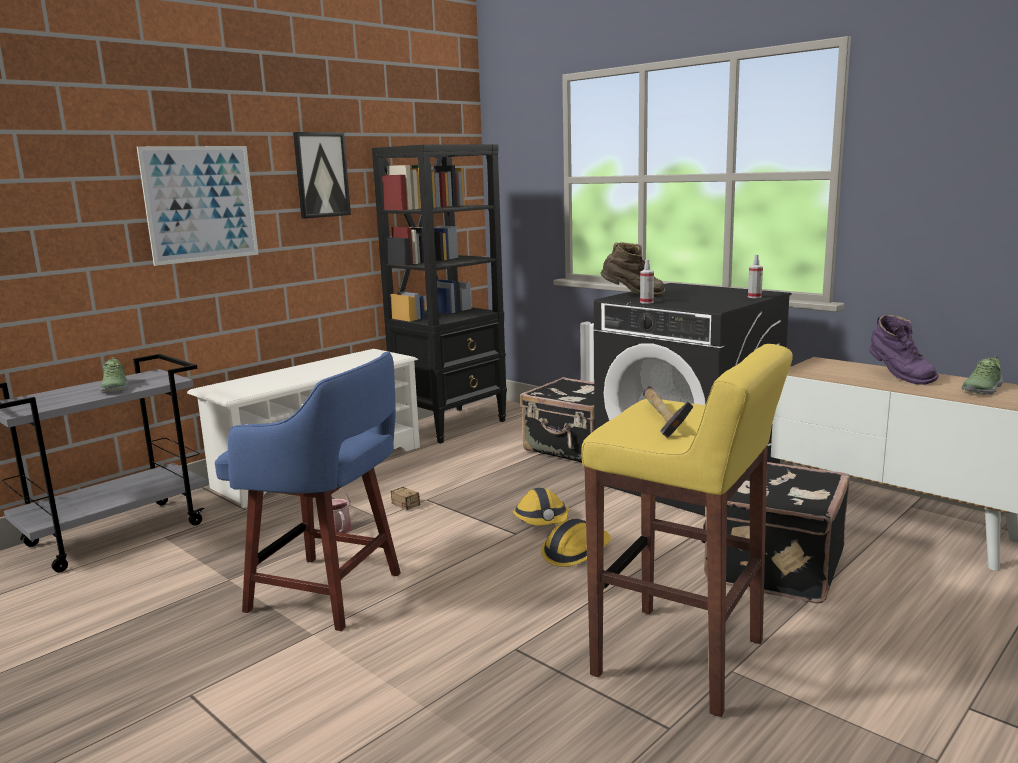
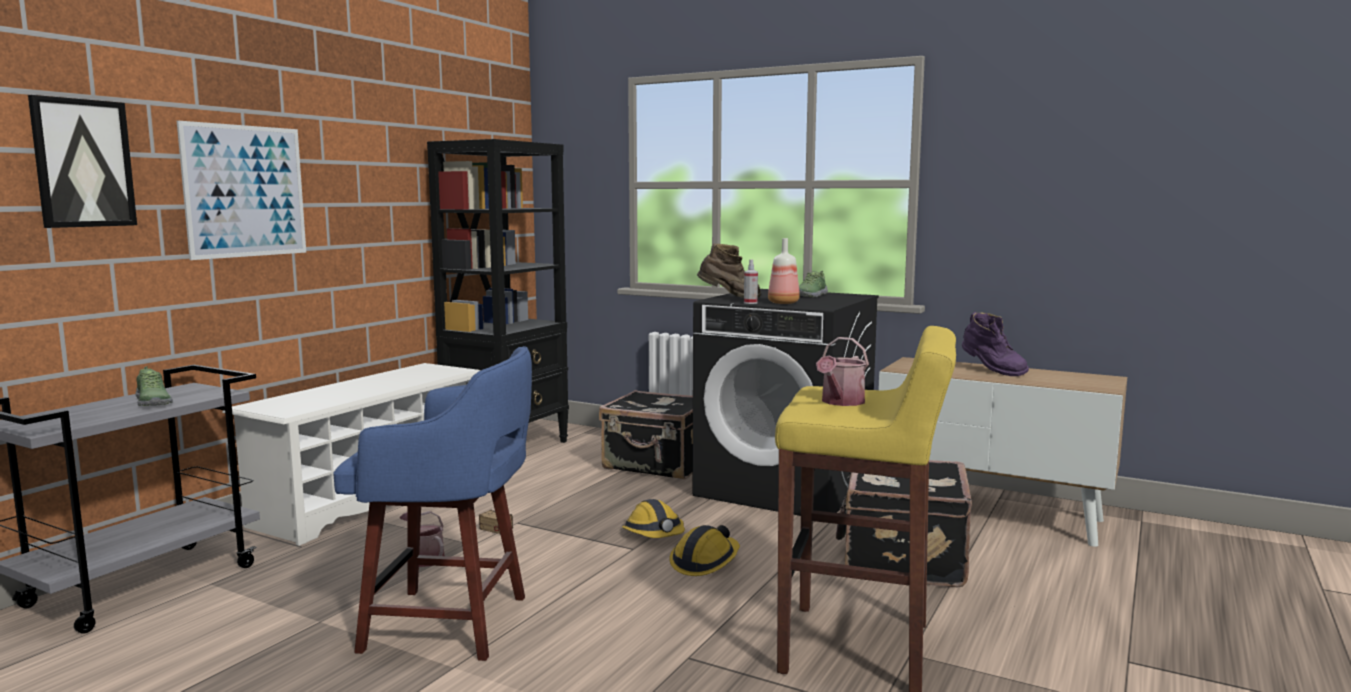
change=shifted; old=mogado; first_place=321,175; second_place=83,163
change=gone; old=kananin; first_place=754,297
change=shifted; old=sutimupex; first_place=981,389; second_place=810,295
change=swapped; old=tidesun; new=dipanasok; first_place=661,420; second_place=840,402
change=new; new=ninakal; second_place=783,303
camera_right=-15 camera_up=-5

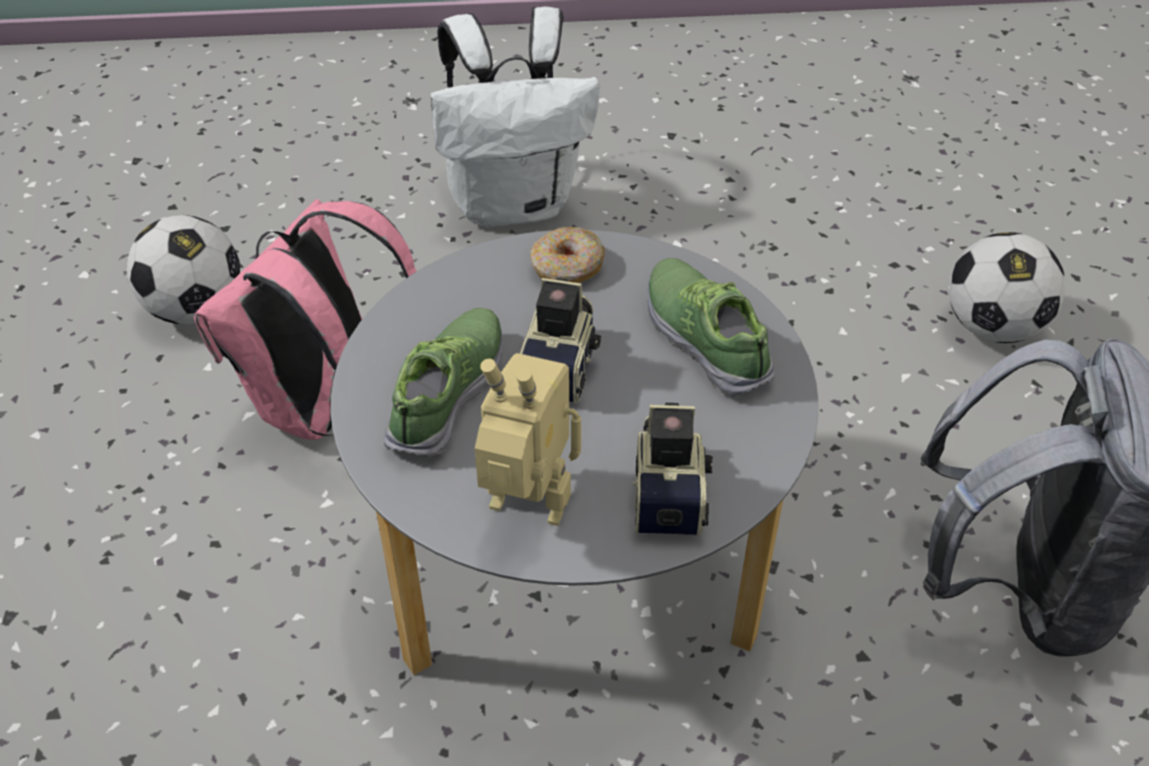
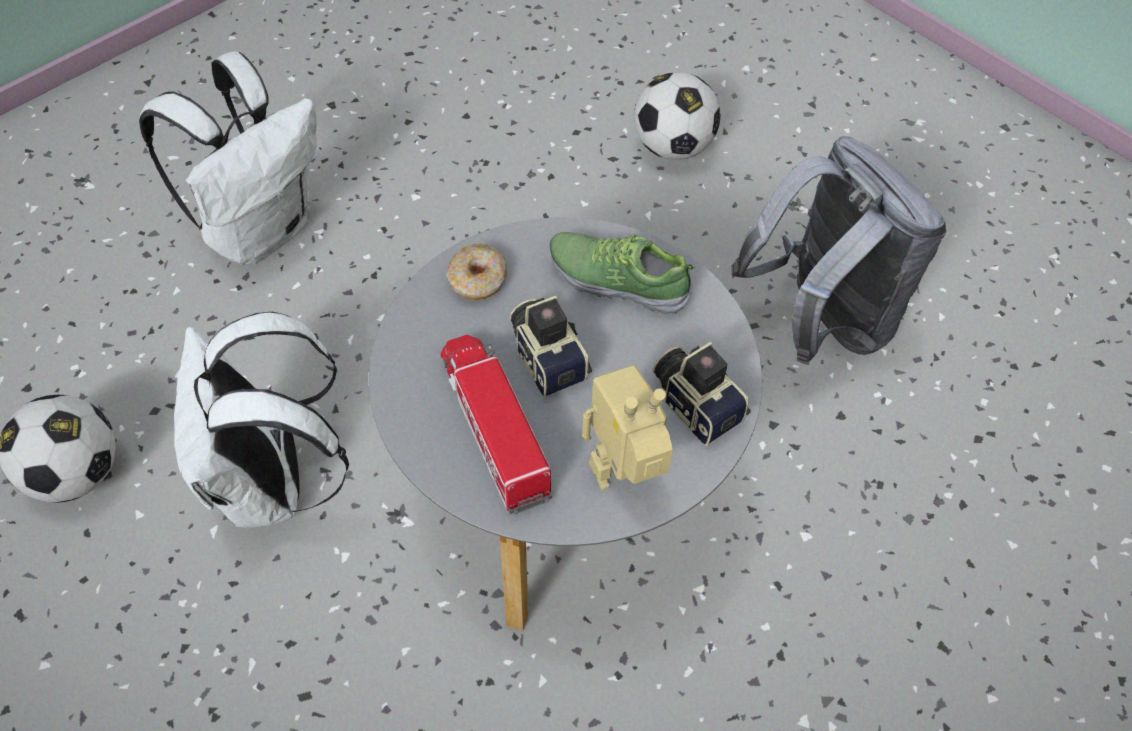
change=repainted; old=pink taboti; new=white taboti; first_place=327,407; second_place=272,484
change=swapped; old=sutimupex; new=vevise; first_place=448,394; second_place=493,428
camera_right=-40 camera_up=10

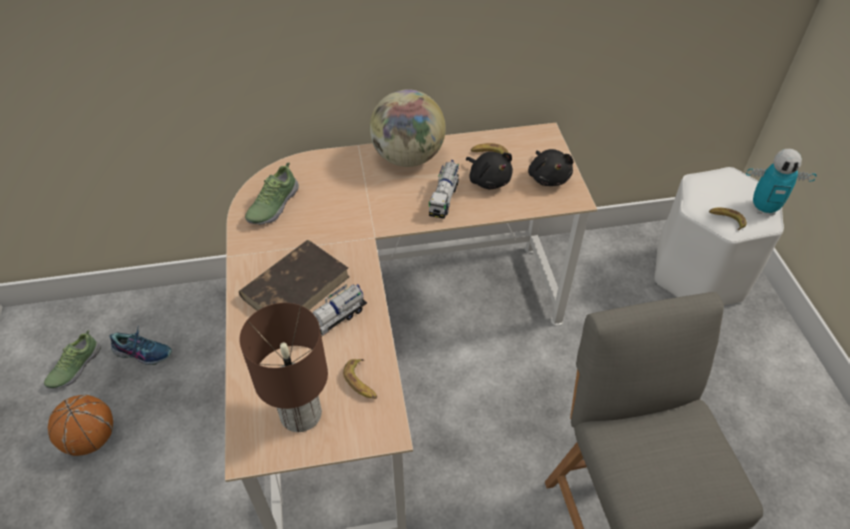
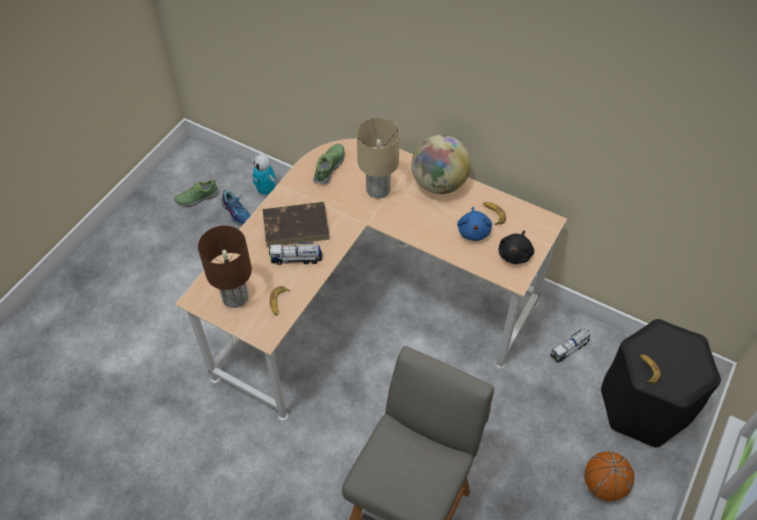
change=shifted; old=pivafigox; first_place=764,208; second_place=266,191
change=repainted; old=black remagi; new=blue remagi; first_place=488,180; second_place=474,231
change=shifted; old=vevise; first_place=444,198; second_place=569,349
change=rotated; old=sutimupex; first_place=272,205; second_place=329,167; degrees=135
change=repainted; old=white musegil; new=black musegil; first_place=699,274; second_place=644,406
change=shifted; old=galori; first_place=91,439; second_place=603,485
change=new; new=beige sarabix; second_place=378,189
camera_right=40 camera_up=5

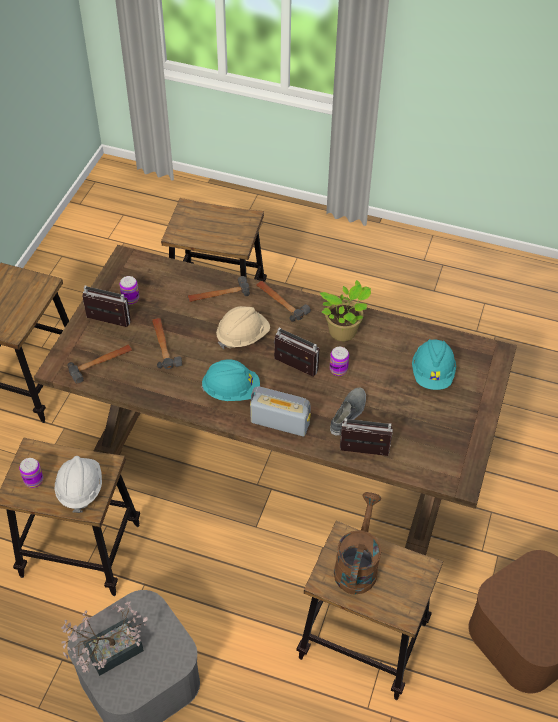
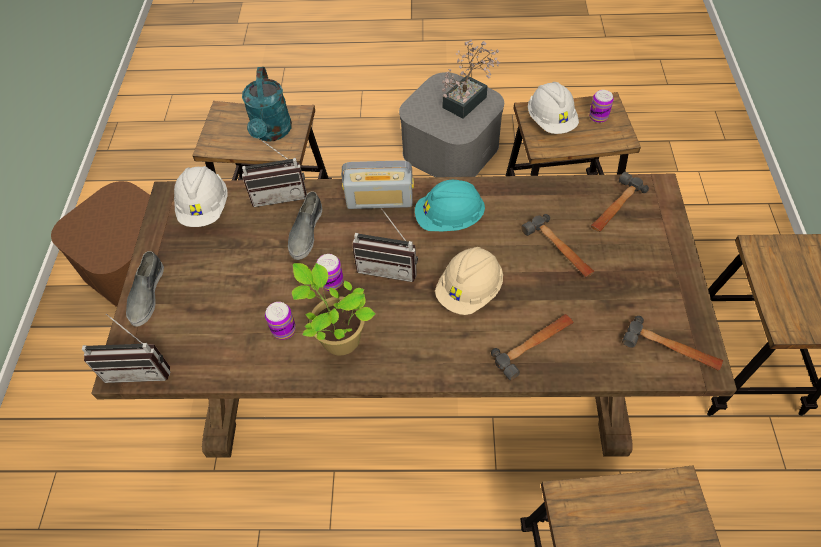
change=shifted; old=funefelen; first_place=130,298; second_place=284,330
change=shifted; old=tidesun; first_place=281,302; second_place=671,350
change=shifted; old=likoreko; first_place=106,323; second_place=140,368
change=gone; old=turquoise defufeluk; first_place=432,374
change=repainted; old=brown dipanasok; new=turquoise dipanasok; first_place=357,564; second_place=271,133
change=new; new=white defufeluk; second_place=205,208
change=new; new=grey sutimupex; second_place=146,294
camera_right=165 camera_up=5

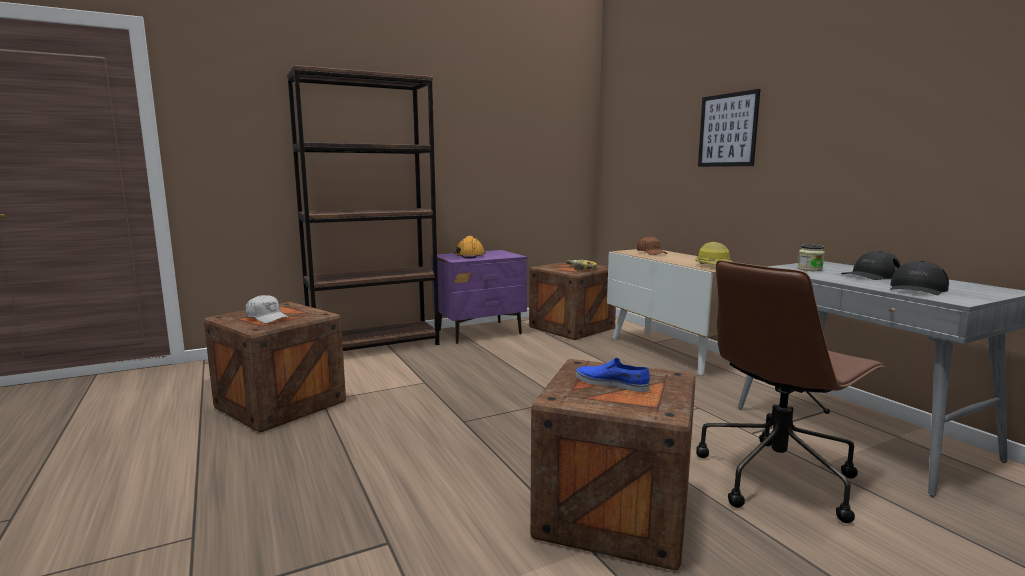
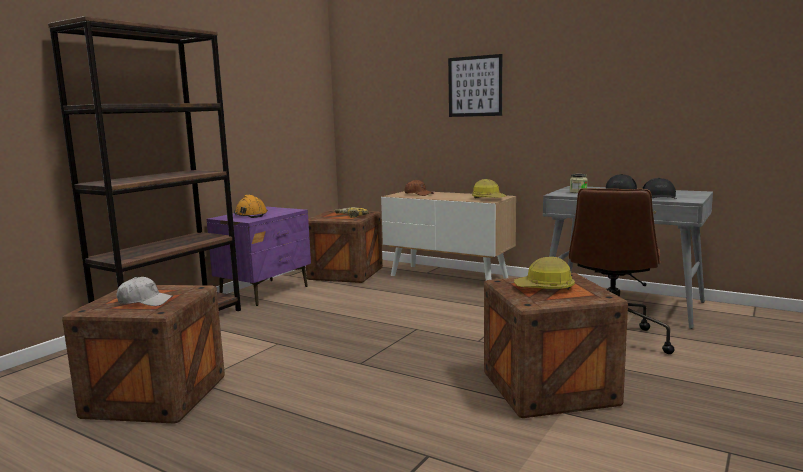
change=swapped; old=blue sutimupex; new=defufeluk; first_place=612,383; second_place=545,288
camera_right=-30 camera_up=0

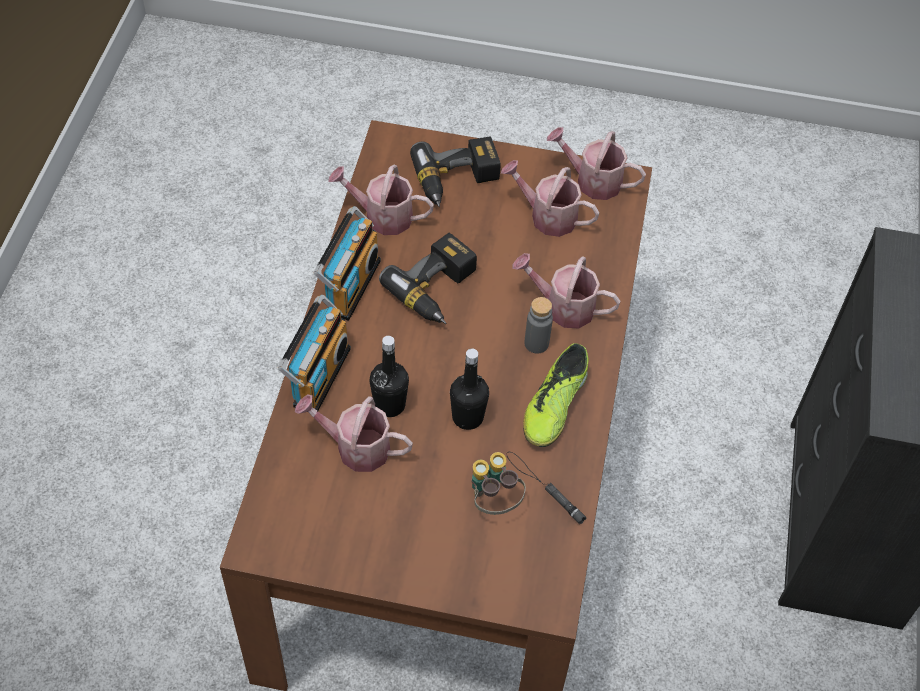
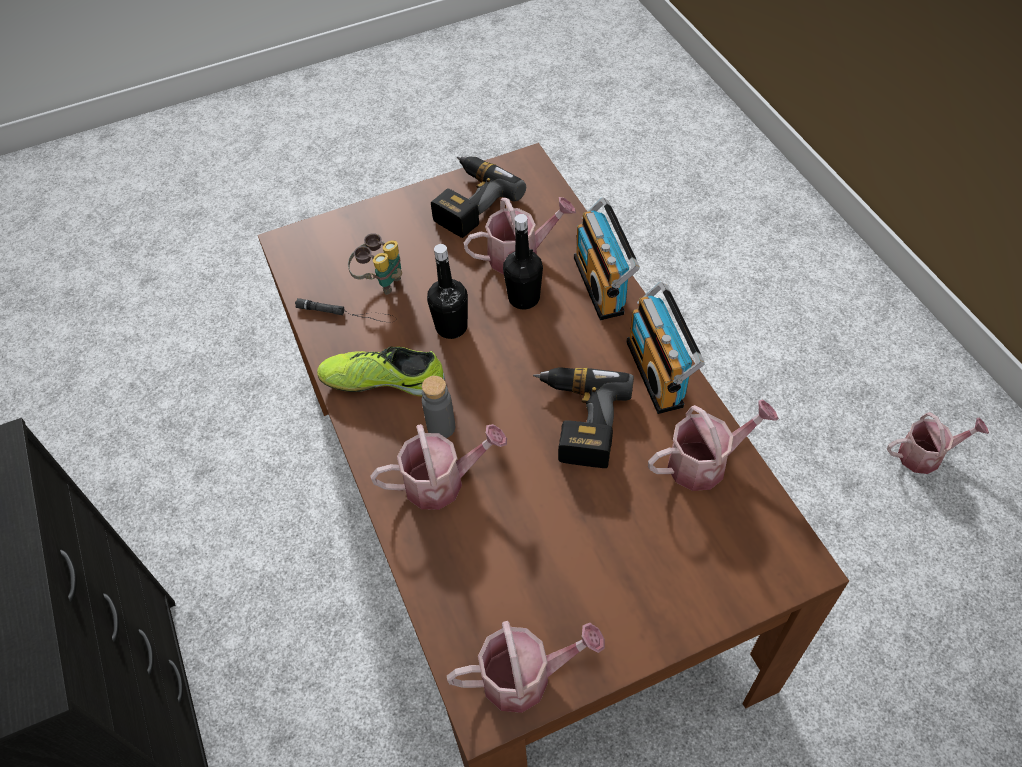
change=shifted; old=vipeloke; first_place=457,181; second_place=469,201
change=shifted; old=dipanasok; first_place=547,216; second_place=926,455
change=rotated; old=sutimupex; first_place=554,406; second_place=383,380; degrees=-75
camera_right=150 camera_up=0

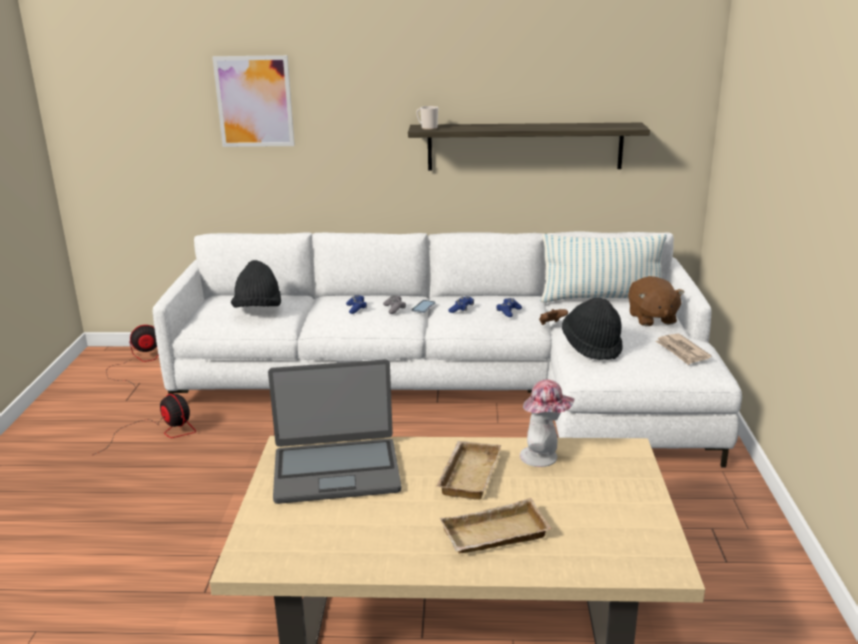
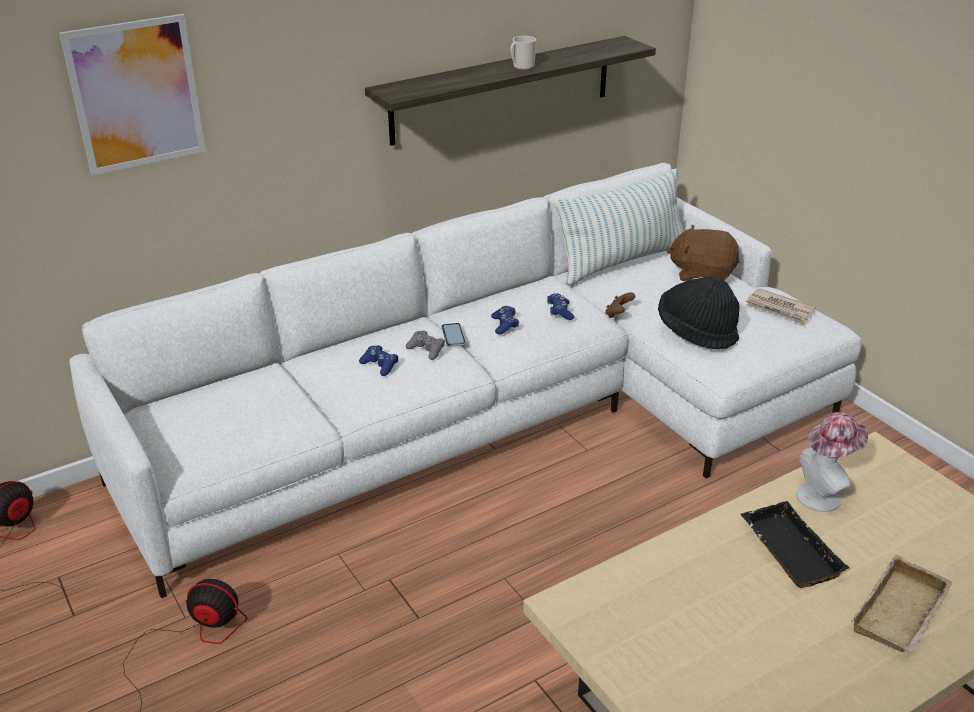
change=shifted; old=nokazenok; first_place=427,128; second_place=521,67
change=gone; old=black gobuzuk; first_place=258,310
change=rotated; old=brown remagi; first_place=651,318; second_place=702,274; degrees=150
change=gone; old=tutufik; first_place=336,471
change=repainted; old=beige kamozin; new=black kamozin; first_place=467,474; second_place=787,550
camera_right=-35 camera_up=10

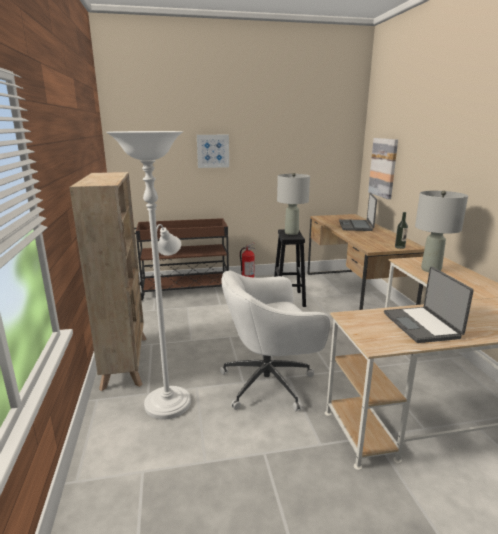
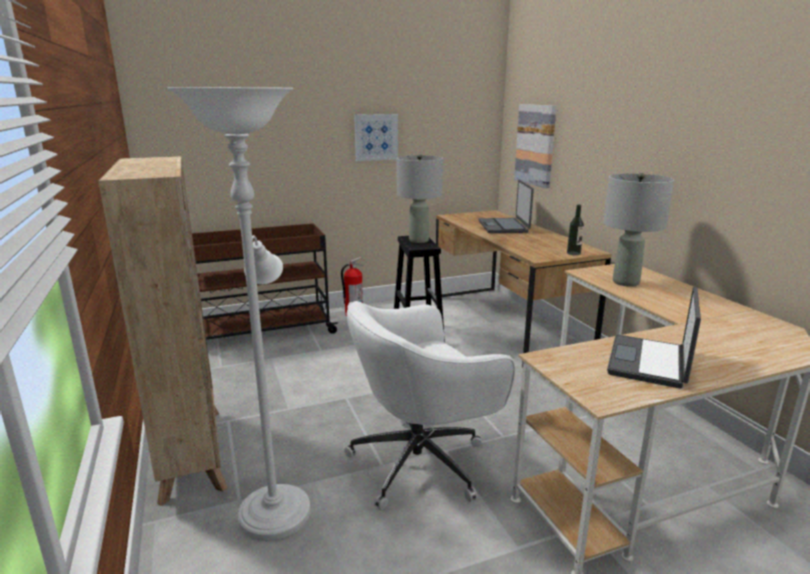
change=shifted; old=mogado; first_place=213,151; second_place=376,137
change=rotated; old=tutufik; first_place=422,325; second_place=650,362; degrees=45
camera_right=-10 camera_up=0

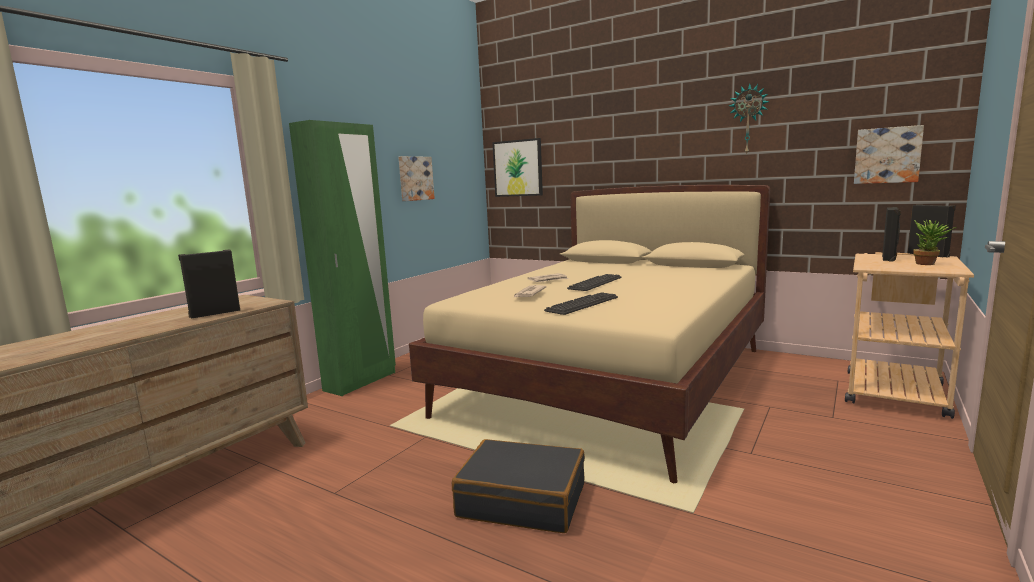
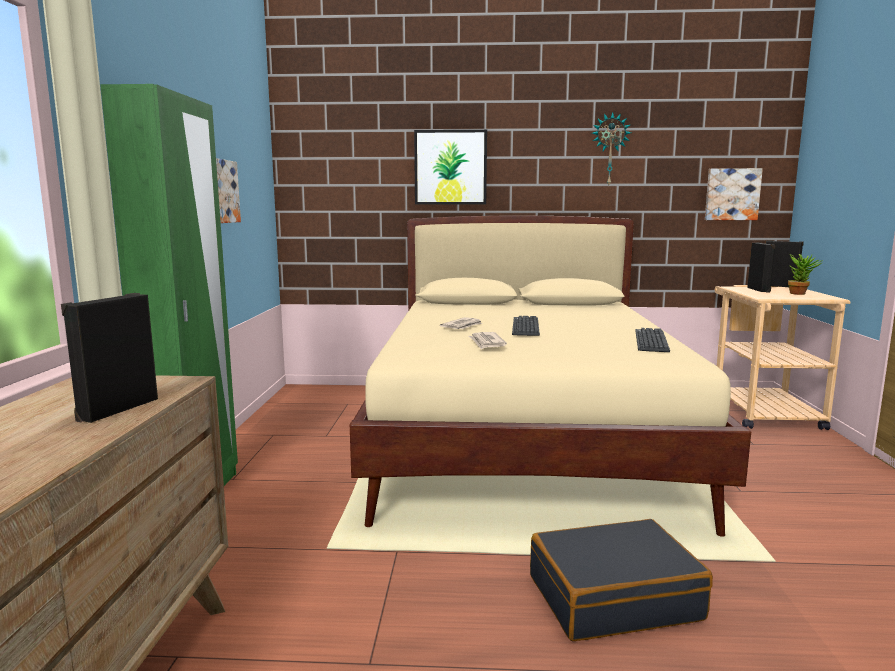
change=shifted; old=mogado; first_place=518,168; second_place=450,167
change=shifted; old=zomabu; first_place=582,304; second_place=651,341
camera_right=-30 camera_up=0

